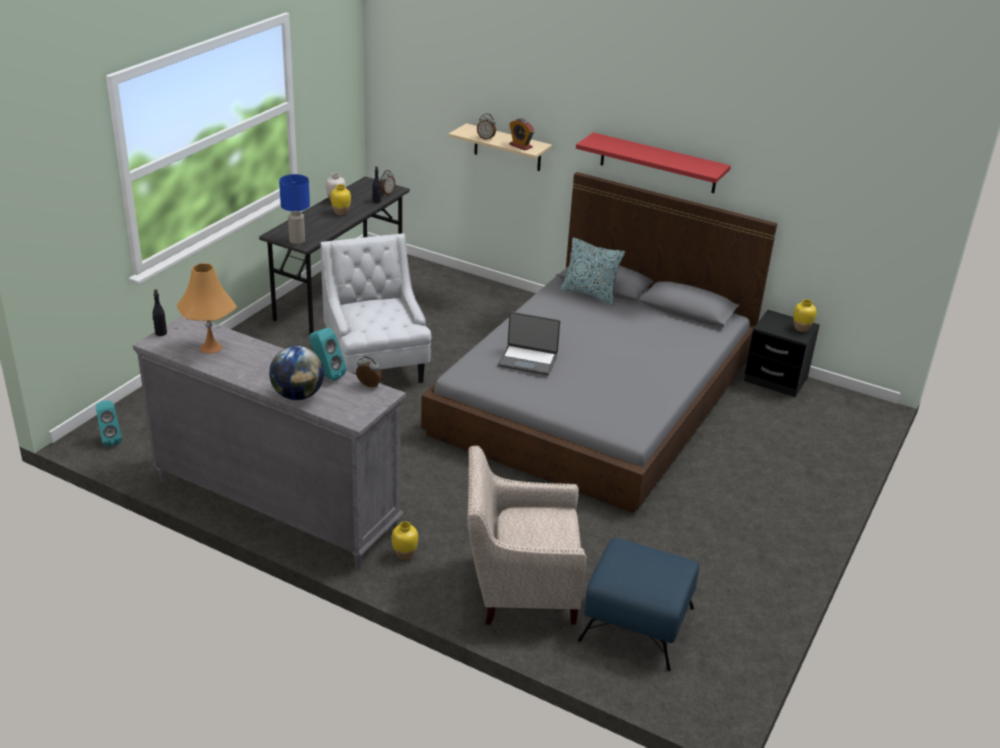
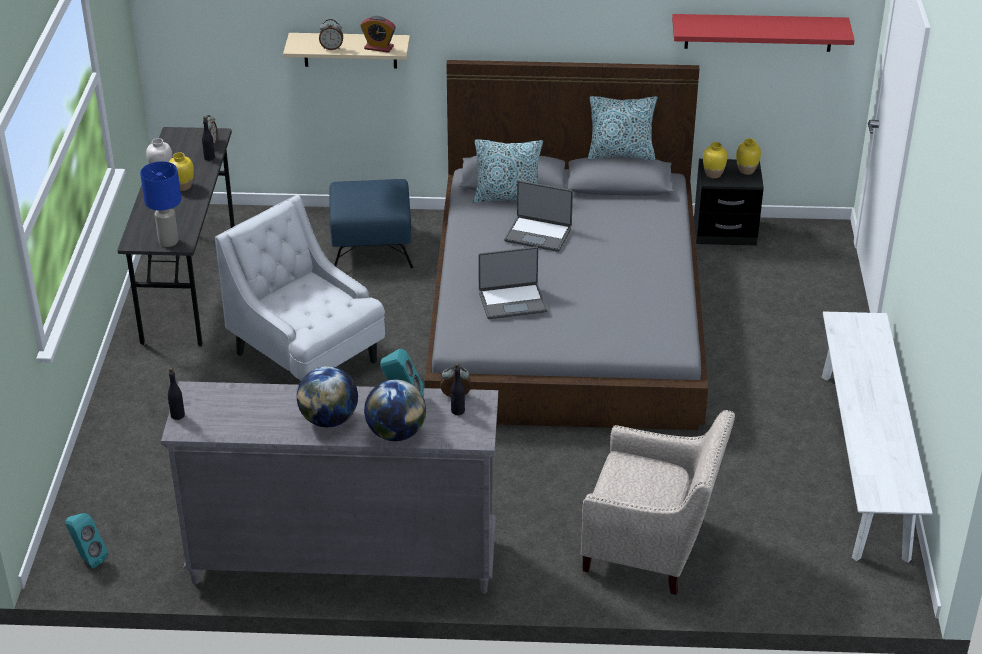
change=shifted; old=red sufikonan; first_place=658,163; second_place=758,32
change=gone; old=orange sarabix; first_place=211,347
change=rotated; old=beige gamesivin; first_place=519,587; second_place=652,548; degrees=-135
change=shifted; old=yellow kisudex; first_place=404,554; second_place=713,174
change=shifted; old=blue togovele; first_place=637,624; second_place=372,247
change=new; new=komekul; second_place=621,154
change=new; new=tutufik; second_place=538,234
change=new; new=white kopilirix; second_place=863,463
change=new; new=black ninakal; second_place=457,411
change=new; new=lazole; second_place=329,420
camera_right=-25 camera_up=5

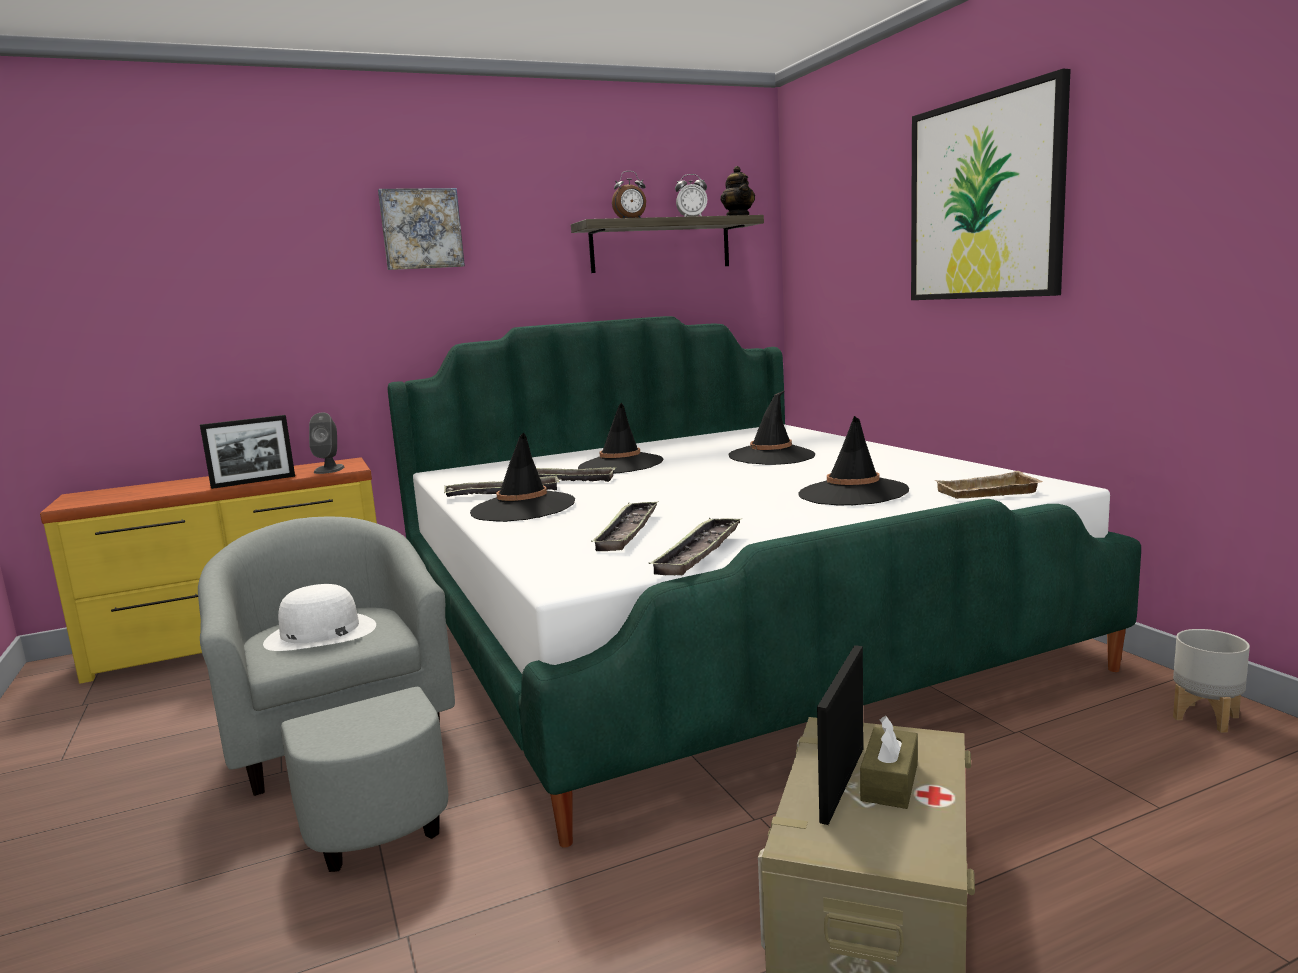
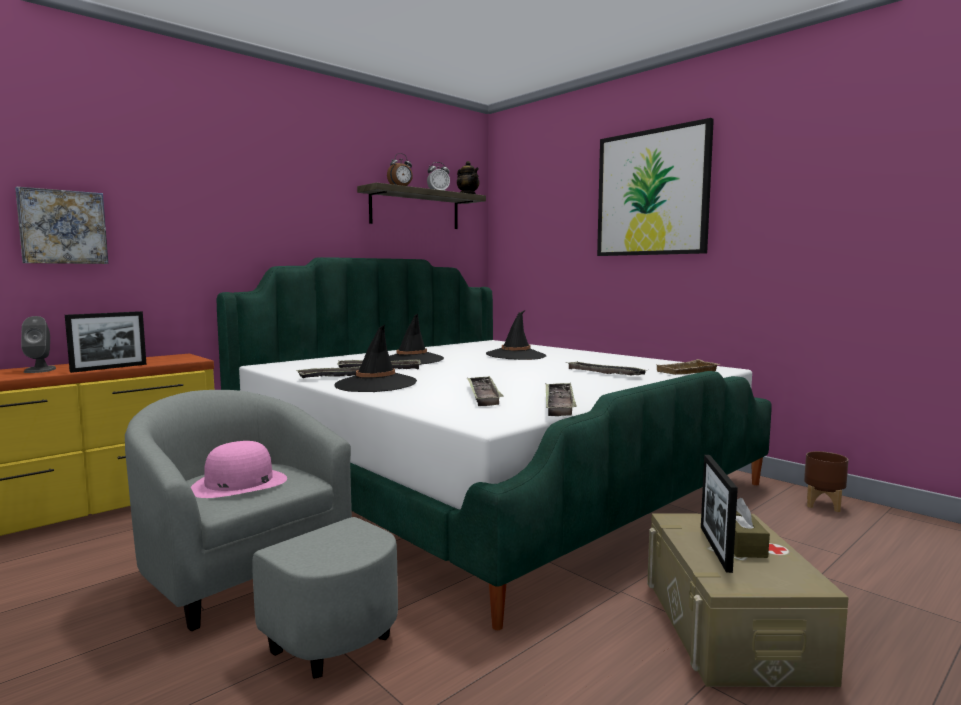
change=shifted; old=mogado; first_place=421,229; second_place=63,227
change=shifted; old=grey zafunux; first_place=329,469; second_place=40,370
change=swapped; old=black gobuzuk; new=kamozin; first_place=852,493; second_place=604,373
change=repainted; old=white gobuzuk; new=pink gobuzuk; first_place=320,633; second_place=239,484
change=repainted; old=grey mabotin; new=brown mabotin; first_place=1205,718; second_place=823,505
camera_right=-20 camera_up=-5

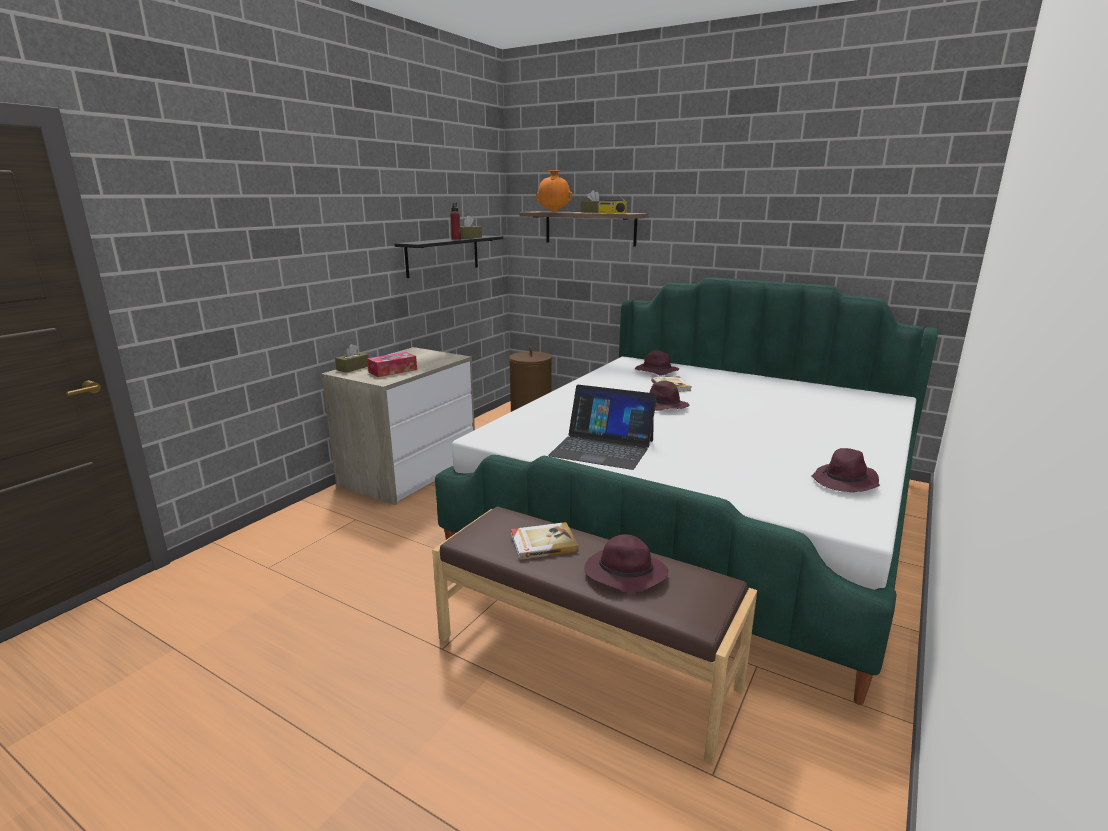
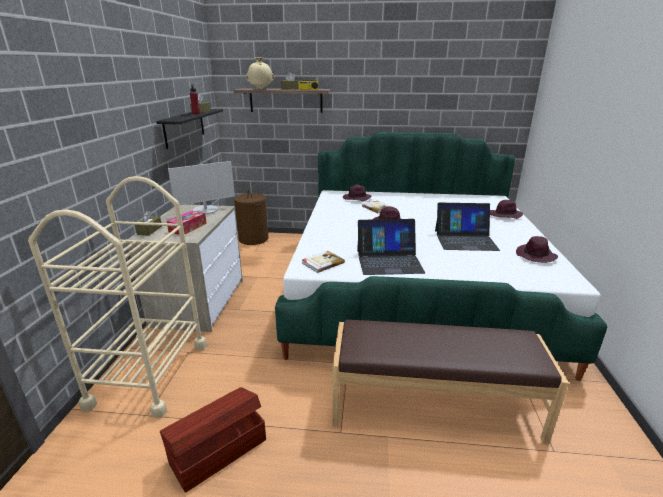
change=repainted; old=orange kisudex; new=beige kisudex; first_place=554,212; second_place=261,89
change=shifted; old=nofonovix; first_place=543,543; second_place=322,263
change=shifted; old=purple gobuzuk; first_place=623,574; second_place=504,215
change=new; new=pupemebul; second_place=206,210
change=new; new=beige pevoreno; second_place=150,374
change=new; new=tutufik; second_place=465,240
change=new; new=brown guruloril; second_place=217,450
camera_right=-25 camera_up=5

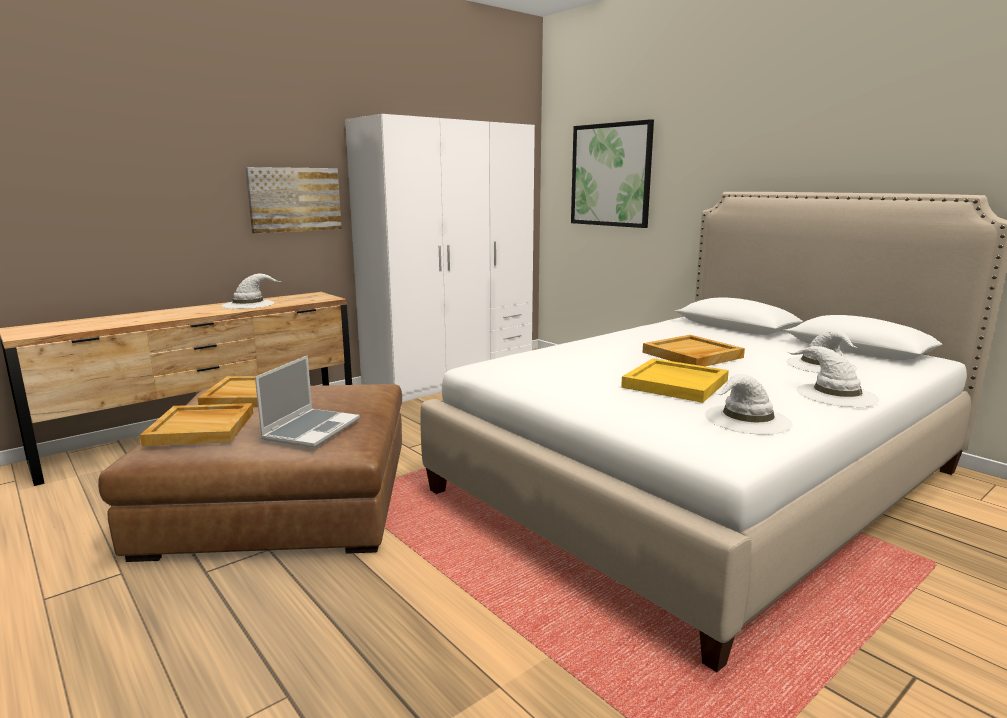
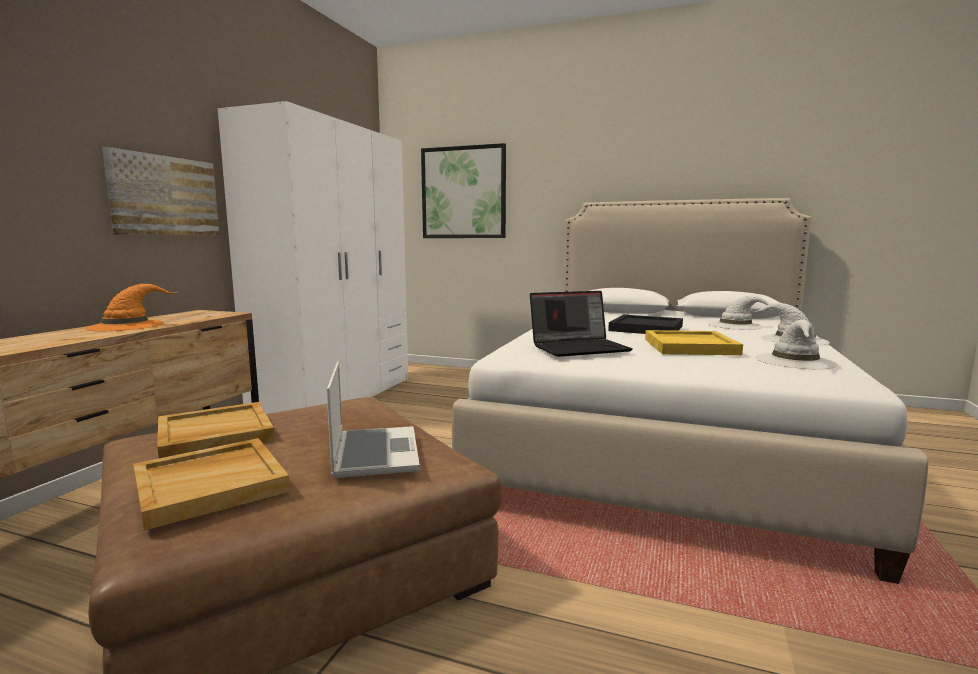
change=repainted; old=white gobuzuk; new=orange gobuzuk; first_place=249,304; second_place=127,325
change=repainted; old=beige kamozin; new=black kamozin; first_place=692,355; second_place=646,328
change=new; new=tutufik; second_place=580,347
camera_right=-30 camera_up=-5

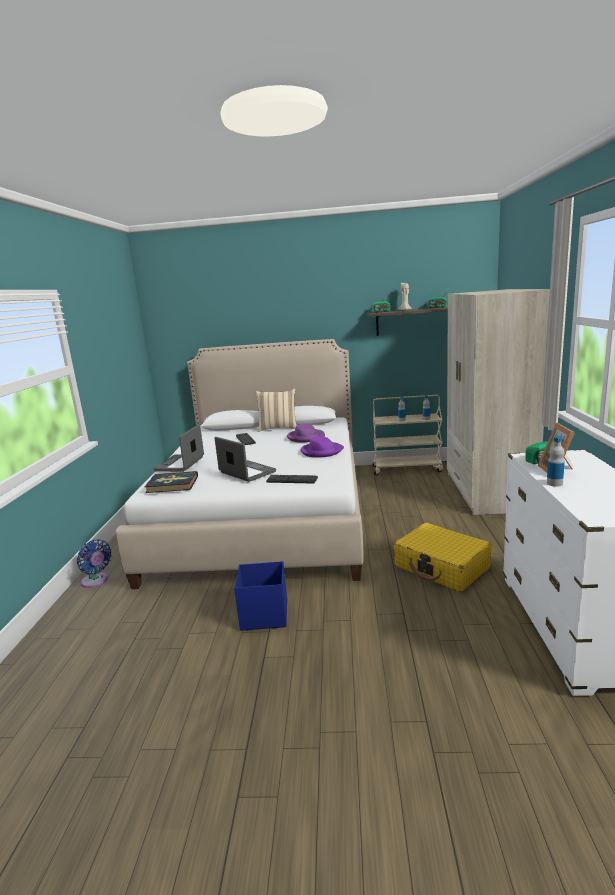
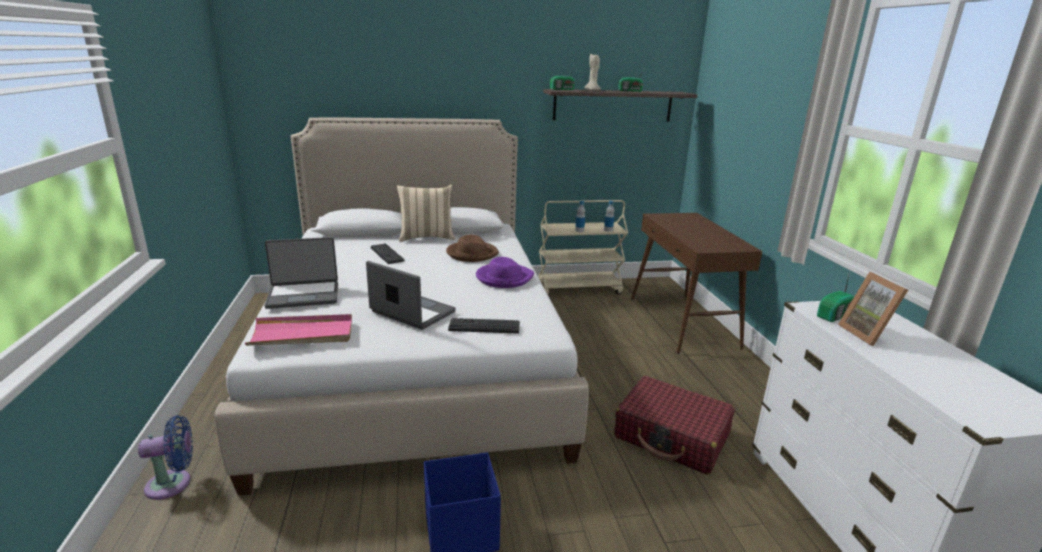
change=swapped; old=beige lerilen; new=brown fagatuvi; first_place=487,491; second_place=683,323
change=repainted; old=purple gobuzuk; new=brown gobuzuk; first_place=306,437; second_place=472,254
change=rotated; old=tutufik; first_place=181,464; second_place=303,295; degrees=-105
change=gone; old=ninakal; first_place=554,483
change=swapped; old=nofonovix; new=pink kamozin; first_place=172,484; second_place=302,334
change=repainted; old=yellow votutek; new=red votutek; first_place=442,567; second_place=672,436
change=rotated; old=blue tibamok; first_place=96,581; second_place=173,483; degrees=-45
camera_right=-15 camera_up=5

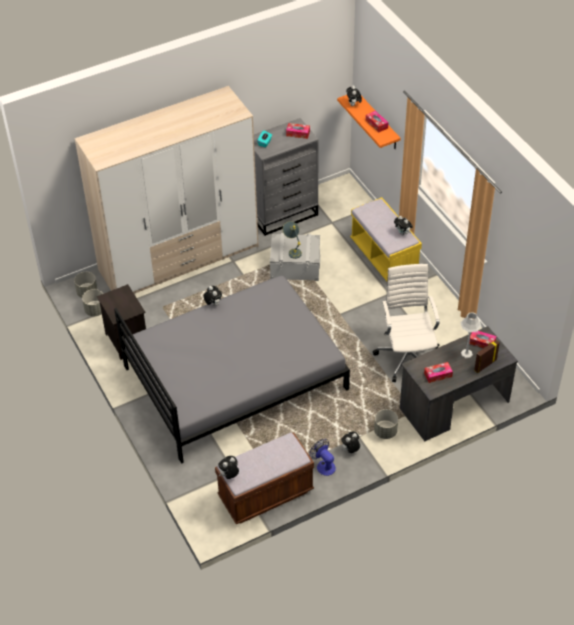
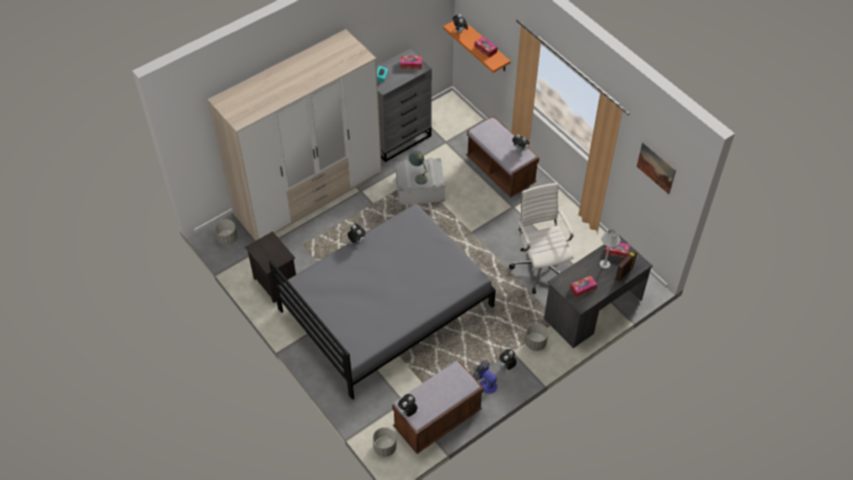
change=repainted; old=yellow kopilirix; new=brown kopilirix; first_place=384,257; second_place=500,171
change=shifted; old=grey mabotin; first_place=95,310; second_place=384,448
change=new; new=mogado; second_place=656,168
camera_right=-10 camera_up=5

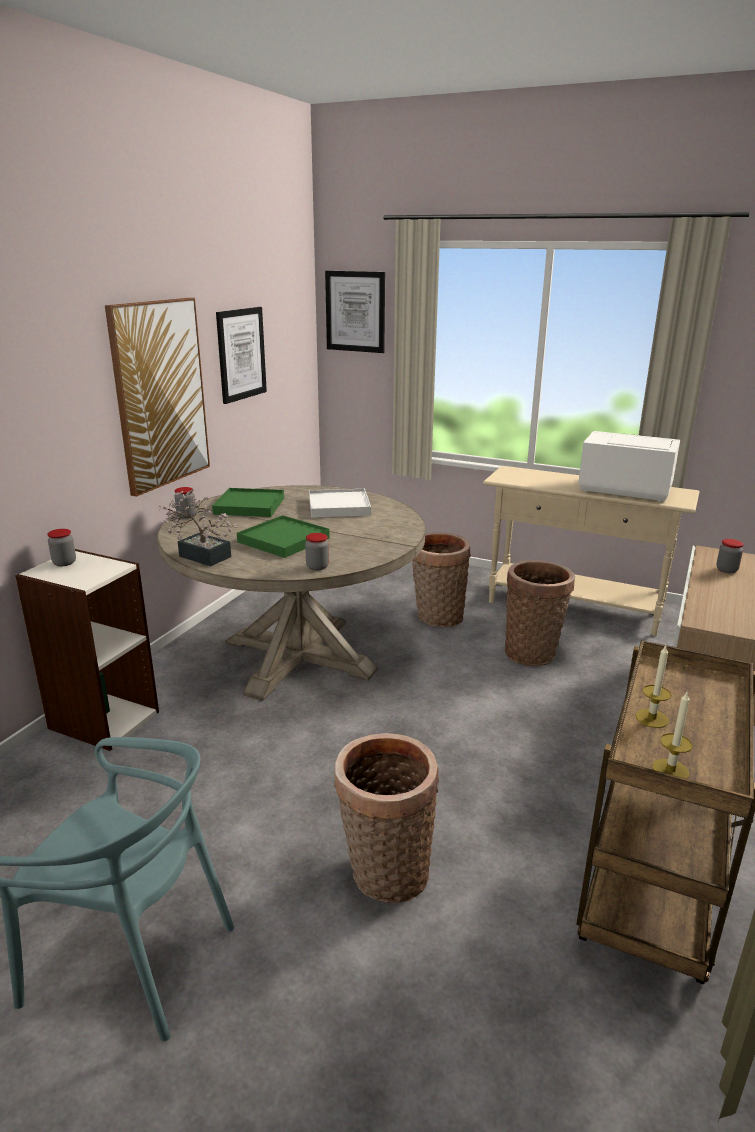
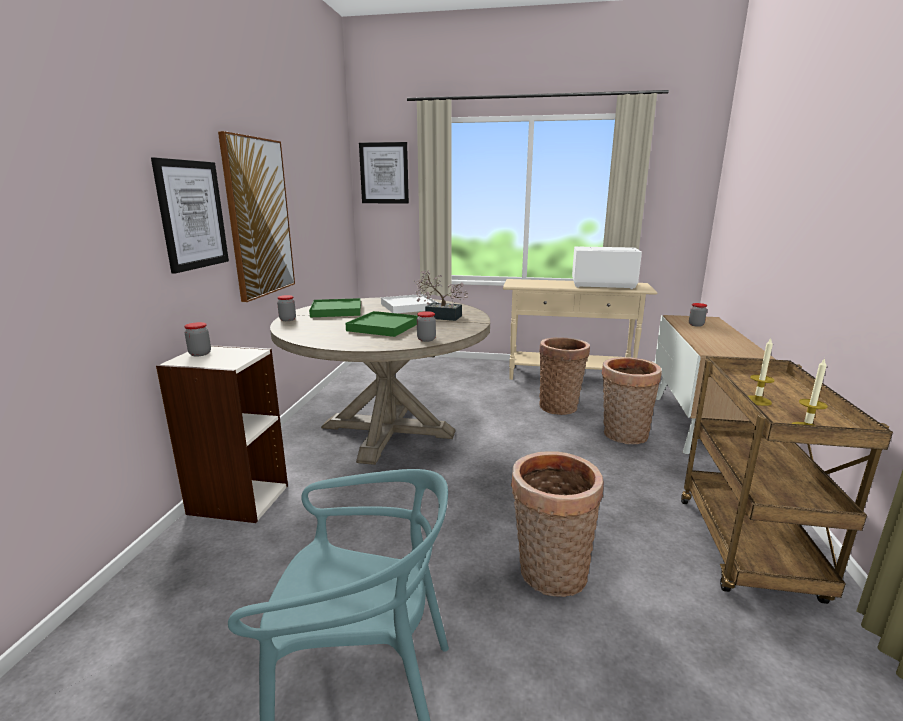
change=shifted; old=mogado; first_place=241,354; second_place=192,215
change=shifted; old=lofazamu; first_place=201,555; second_place=439,316
change=shifted; old=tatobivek; first_place=437,617; second_place=623,436
camera_right=-15 camera_up=-5

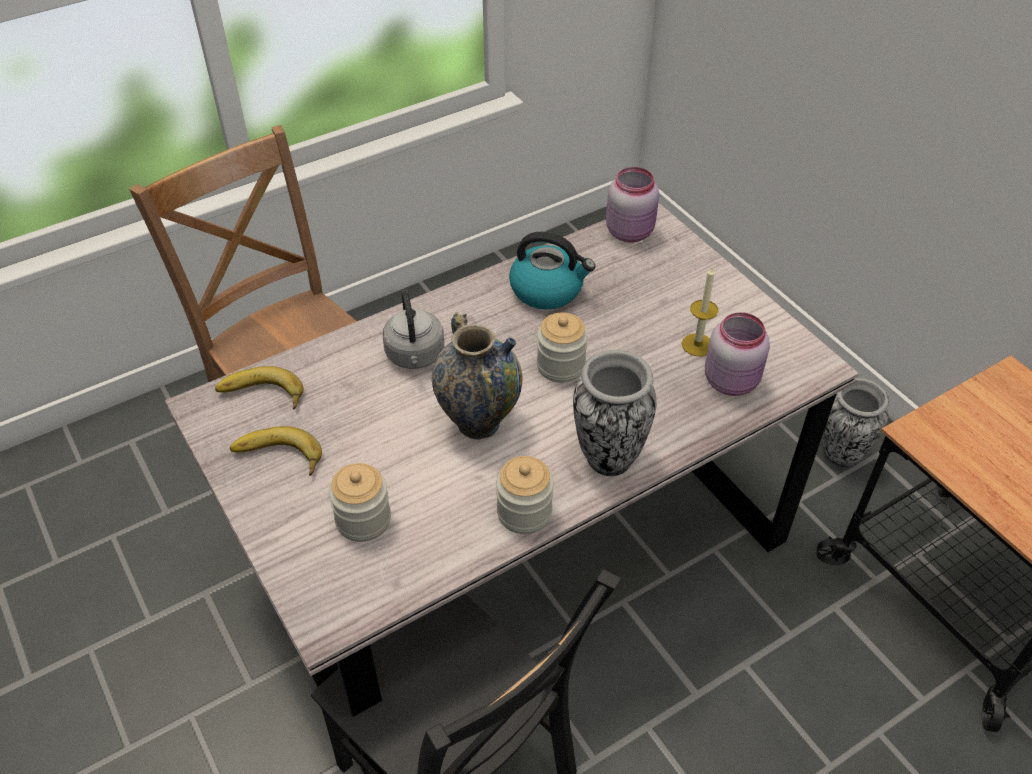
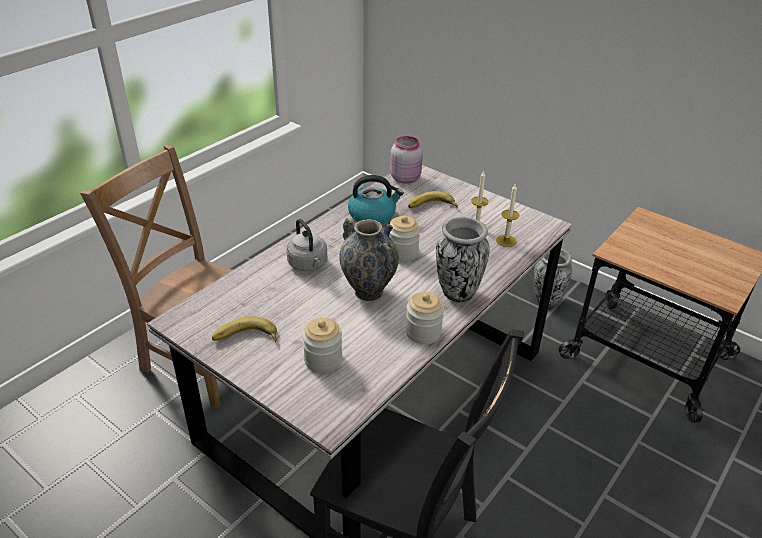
change=swapped; old=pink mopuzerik; new=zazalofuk; first_place=732,381; second_place=506,240
change=shifted; old=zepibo; first_place=261,396; second_place=432,207
camera_right=-20 camera_up=-10

